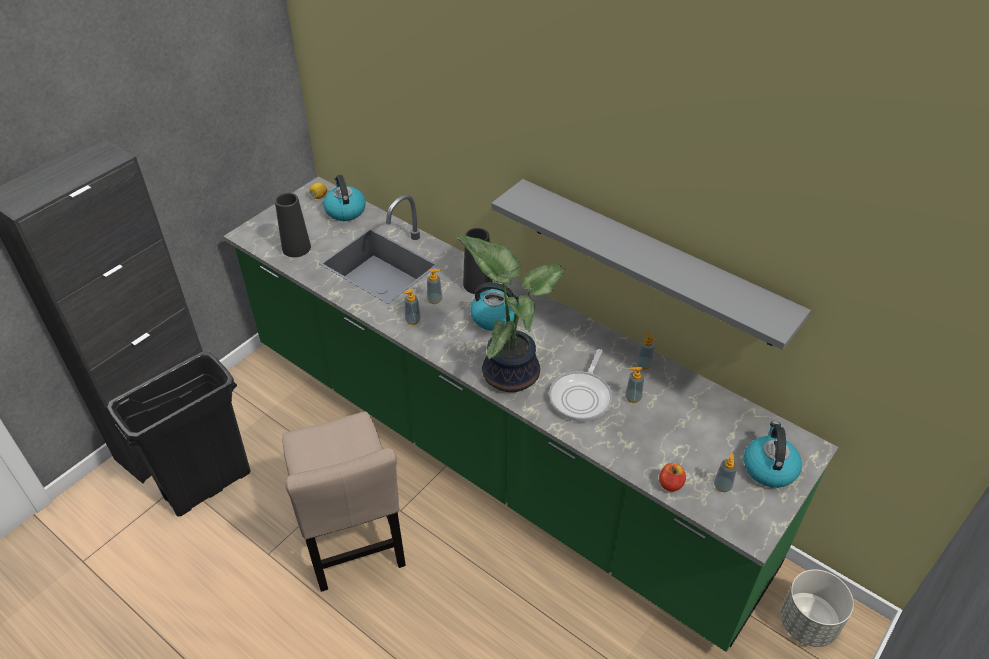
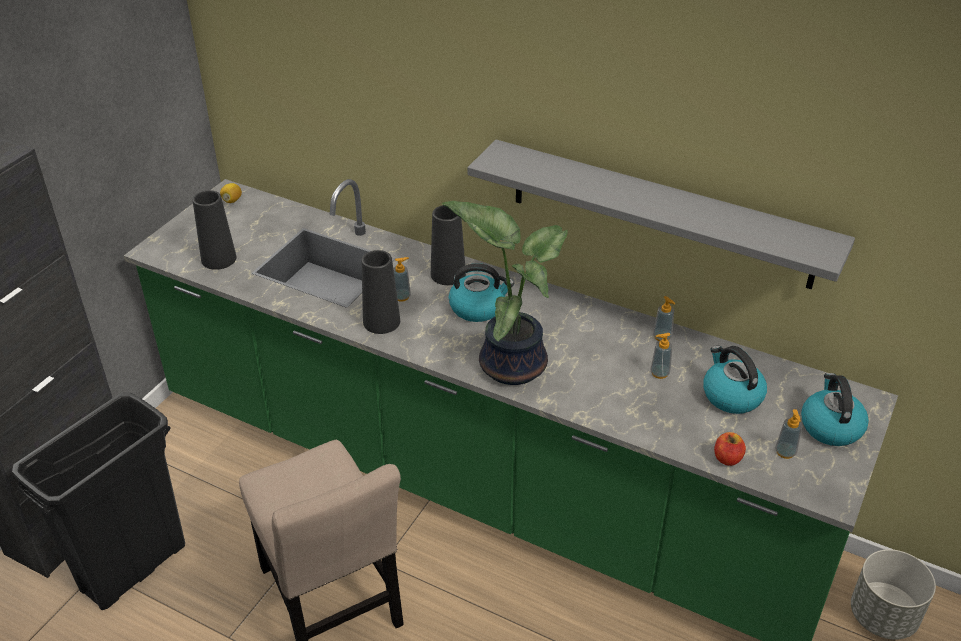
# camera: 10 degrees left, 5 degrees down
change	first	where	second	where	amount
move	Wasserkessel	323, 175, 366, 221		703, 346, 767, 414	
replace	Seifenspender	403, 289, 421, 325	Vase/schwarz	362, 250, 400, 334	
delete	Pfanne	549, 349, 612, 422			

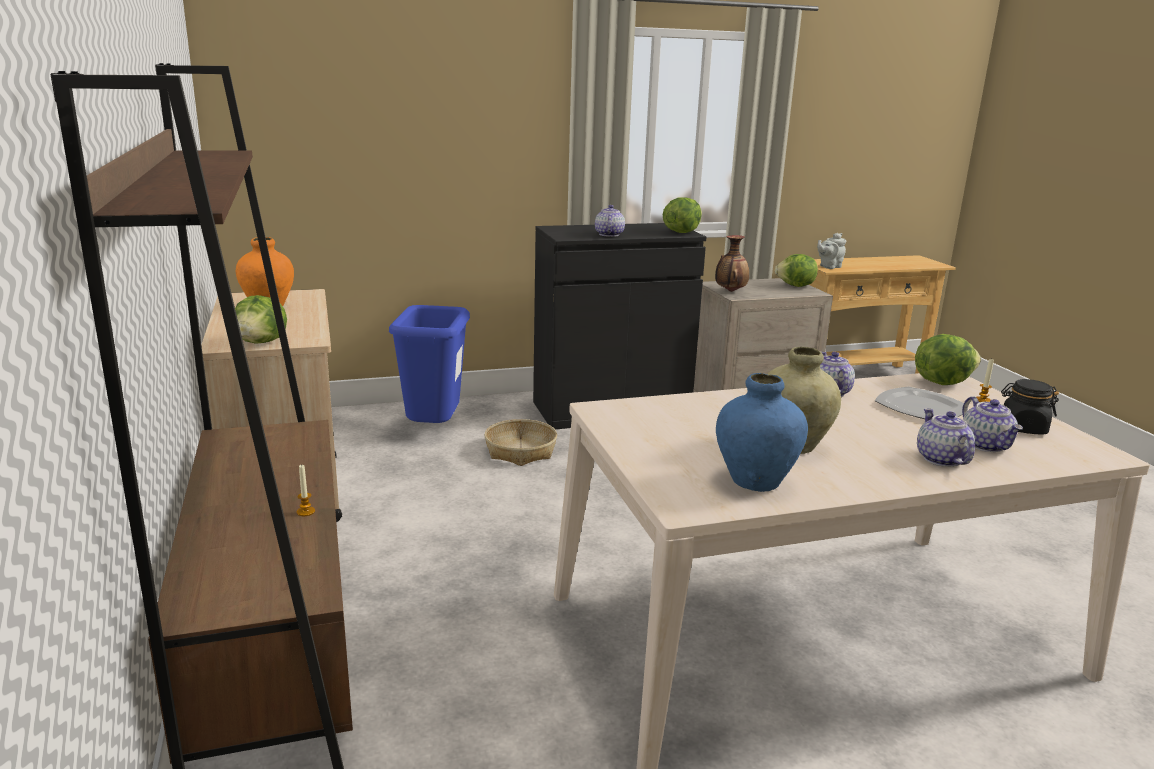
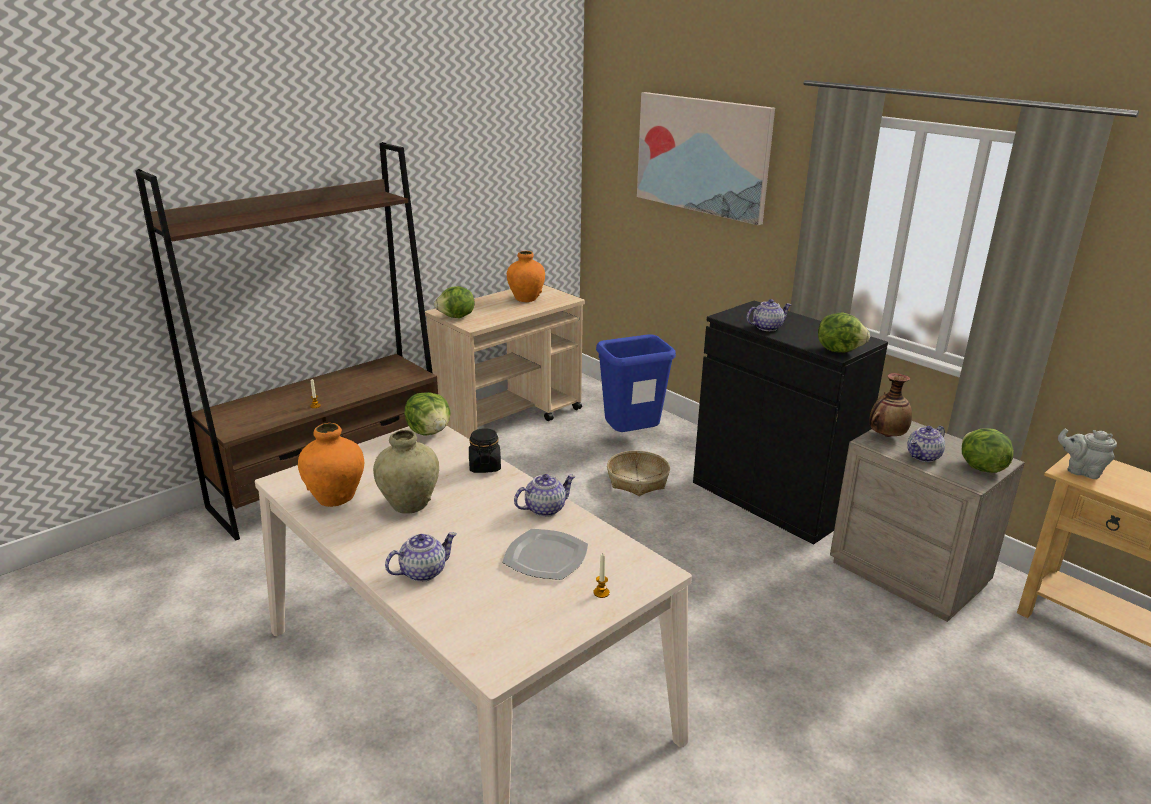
# camera: 65 degrees right, 5 degrees up
change	first	where	second	where	amount
recolor	Vase/blau	716, 373, 808, 492	Vase/orange	298, 423, 364, 507	
move	Salatkopf	915, 334, 981, 385		405, 392, 450, 436	
move	Teekanne	962, 396, 1023, 452		907, 426, 945, 462	
move	Vorratsglas/schwarz	1001, 379, 1059, 435		469, 428, 501, 473	
insert			Bild	637, 92, 775, 225	

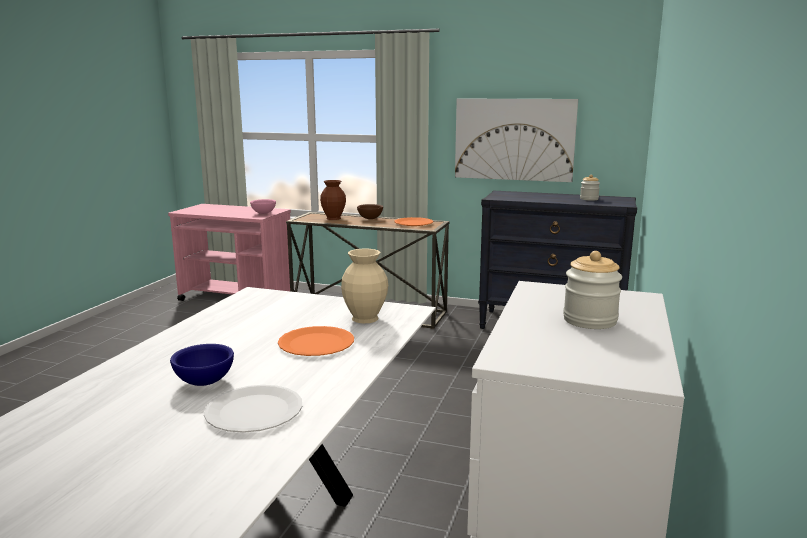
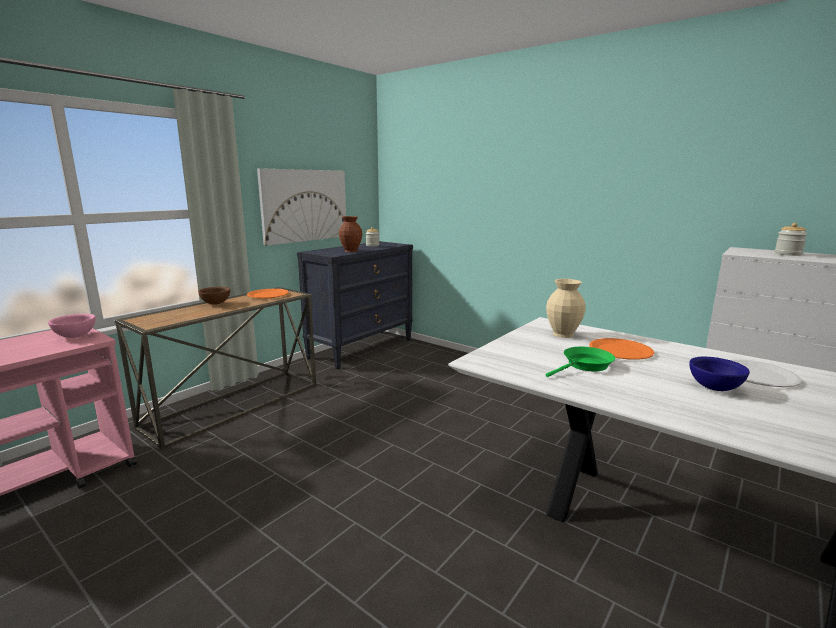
# camera: 70 degrees left, 0 degrees up
change	first	where	second	where	amount
move	Vase/braun	320, 180, 346, 220		339, 216, 362, 252	
insert			Pfanne/grün	546, 347, 615, 377	

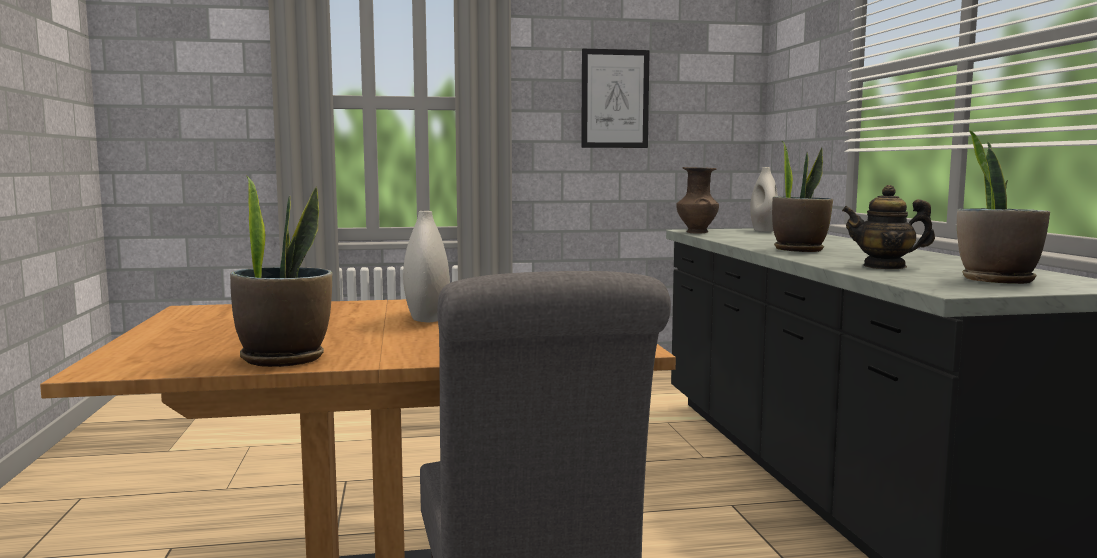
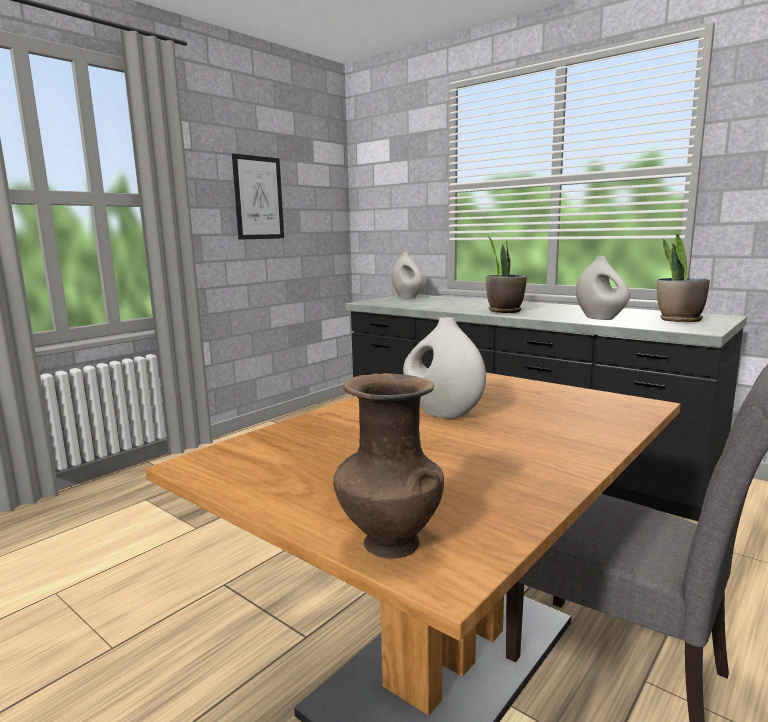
# camera: 40 degrees left, 5 degrees up
change	first	where	second	where	amount
delete	Topfpflanze	230, 175, 332, 367			
move	Vase/braun	676, 167, 719, 234		333, 373, 444, 559	
replace	Teekanne	842, 185, 935, 269	Vase/weiß	576, 256, 630, 320	

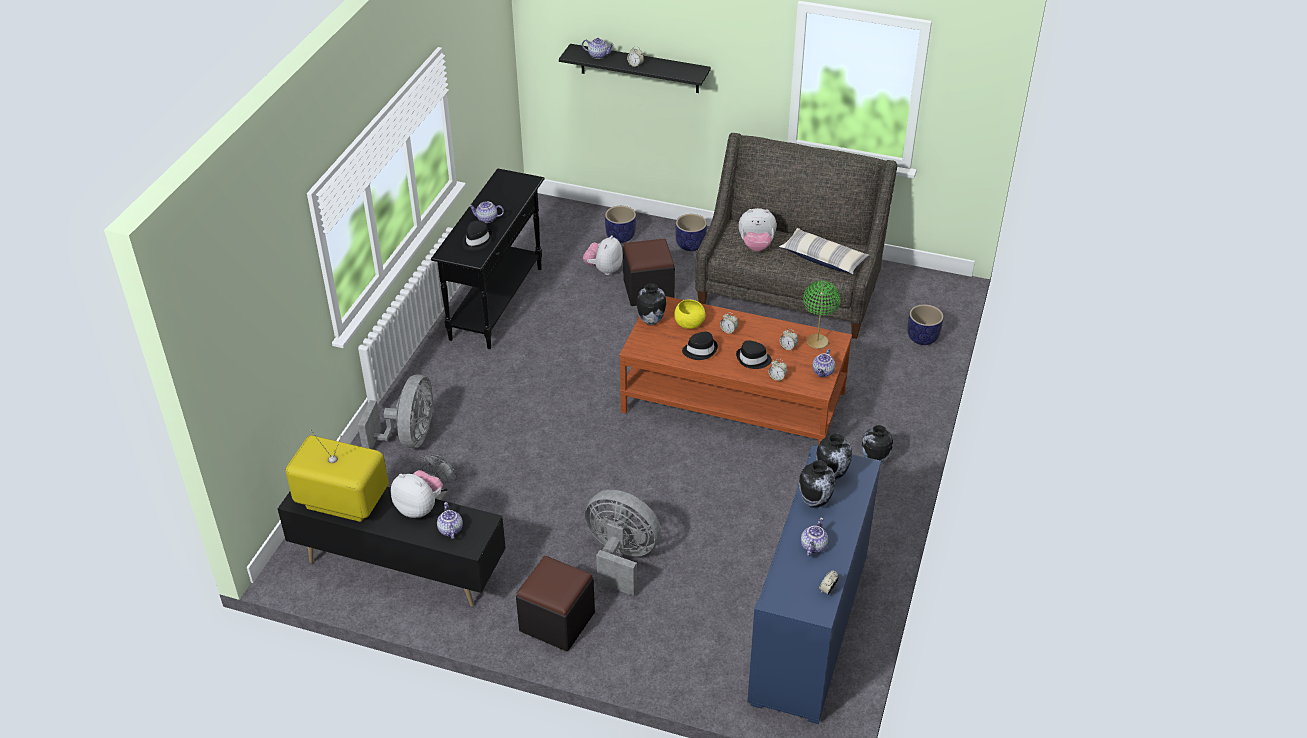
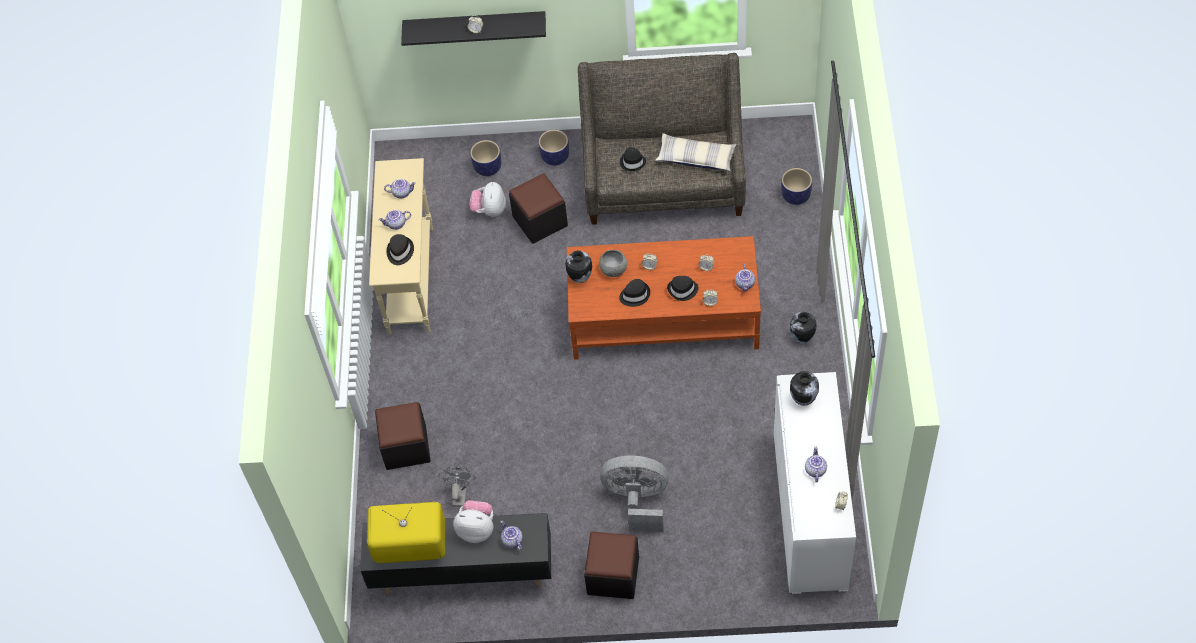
# camera: 15 degrees left, 15 degrees up
change	first	where	second	where	amount
replace	Ventilator/grau	358, 375, 434, 449	Polsterhocker/schwarz	375, 402, 431, 470	
recolor	Konsolentisch/schwarz	431, 168, 545, 349	Konsolentisch/beige	369, 158, 433, 335	
move	Teekanne	582, 38, 614, 59		384, 179, 416, 198	
recolor	Schüssel/gelb	674, 299, 706, 329	Schüssel/grau	599, 250, 627, 277	
replace	Plüschtier	738, 208, 777, 251	Hut/schwarz	620, 147, 646, 171	
recolor	Schrank/blau	747, 445, 881, 724	Schrank/weiß	774, 372, 856, 594	
delete	Vase	799, 460, 836, 508			
delete	Tischlampe/grün	803, 280, 841, 349			

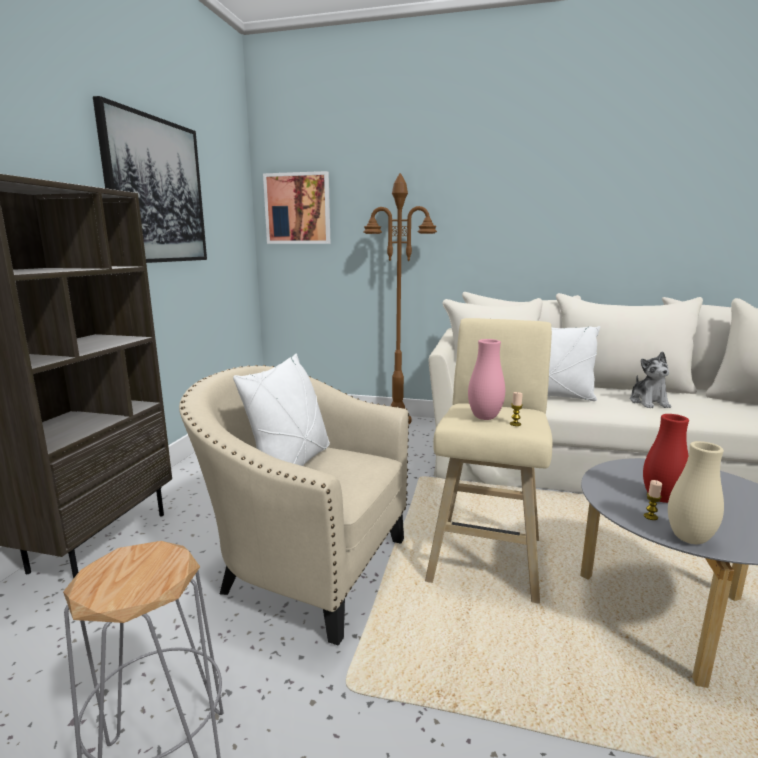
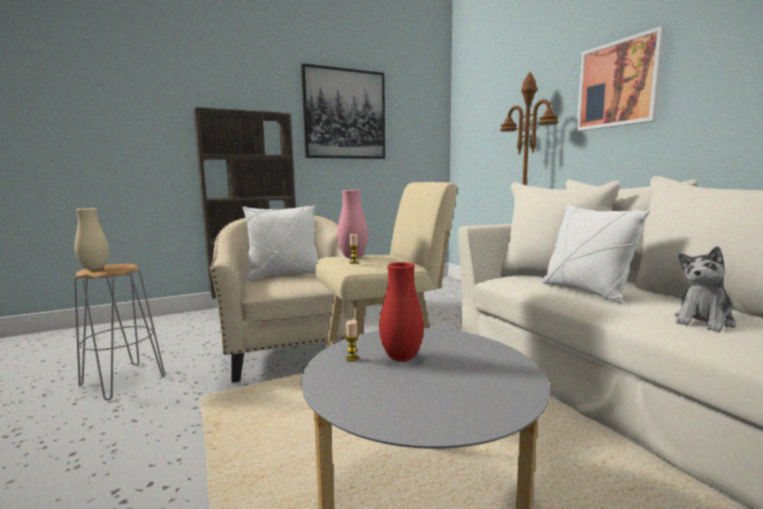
# camera: 50 degrees right, 5 degrees down
change	first	where	second	where	amount
move	Bild	263, 171, 330, 244		576, 26, 666, 131	
move	Vase/beige	668, 441, 724, 544		75, 208, 109, 270	

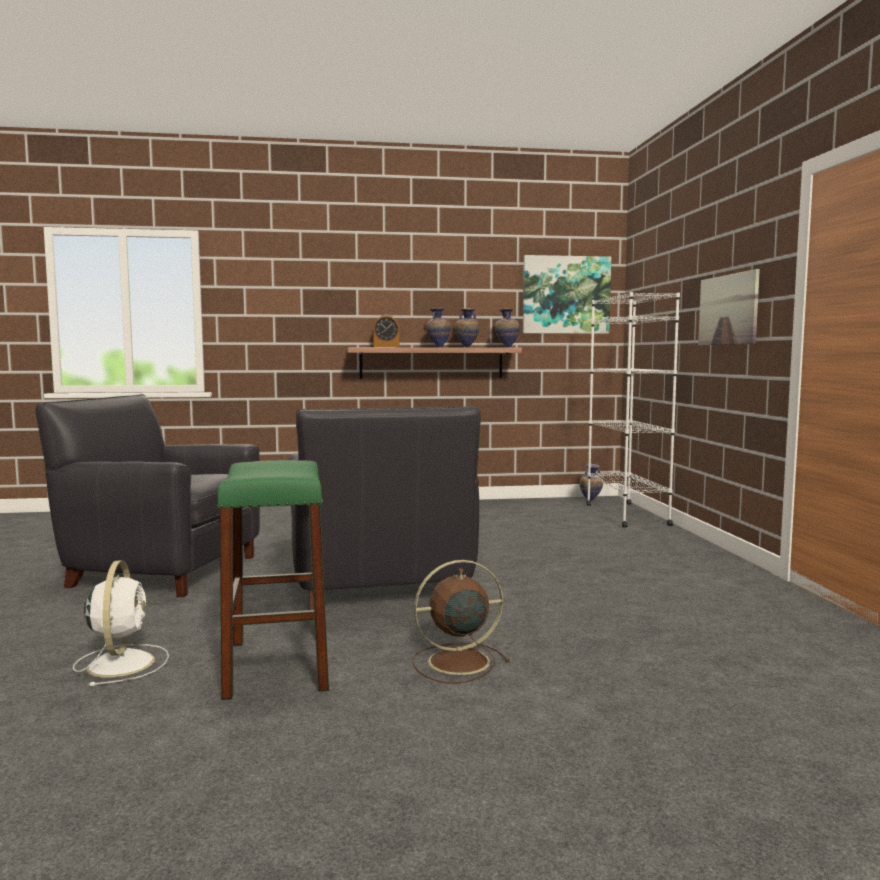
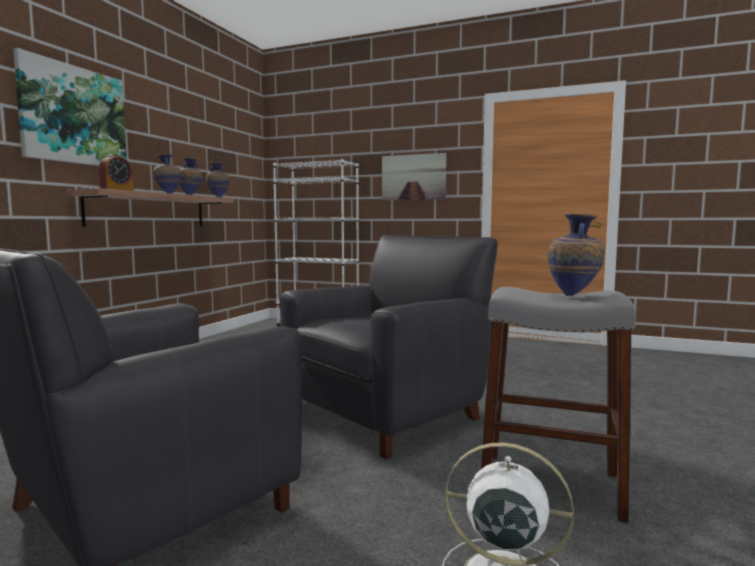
# camera: 60 degrees left, 0 degrees up
change	first	where	second	where	amount
recolor	Hocker/grün	217, 460, 329, 700	Hocker/grau	481, 287, 636, 524	
rotate	Sessel/schwarz	288, 406, 481, 610		280, 235, 498, 459	60 degrees counterclockwise
delete	Ventilator/braun	412, 560, 510, 684			
move	Bild	523, 255, 611, 334		13, 48, 127, 166	
move	Vase	580, 464, 603, 501		548, 213, 605, 296	

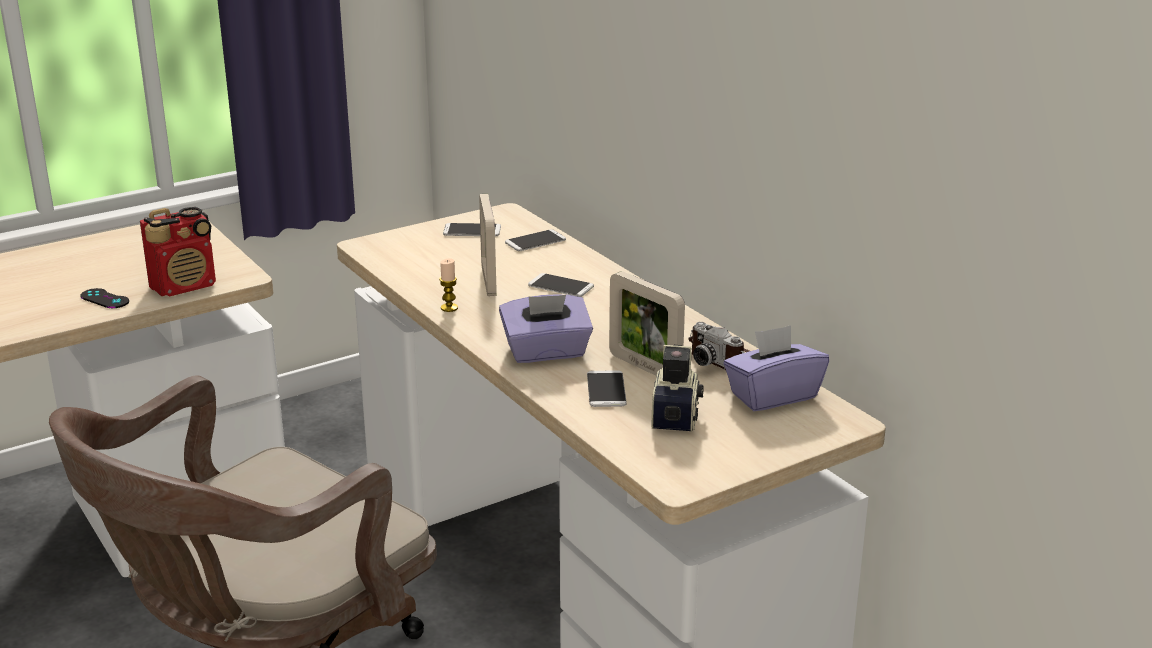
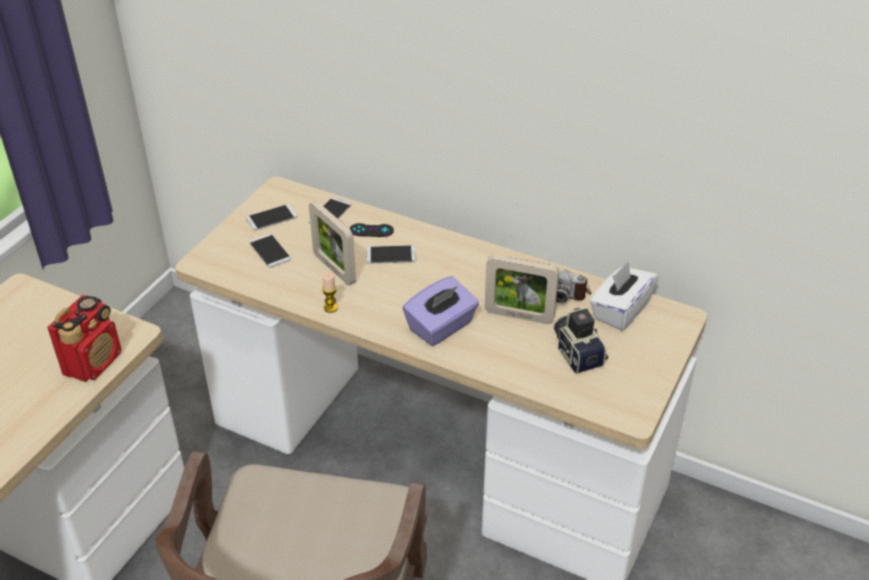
# camera: 30 degrees left, 15 degrees up
change	first	where	second	where	amount
move	Gamepad/schwarz	80, 288, 129, 308		350, 223, 394, 237	
move	Handy	587, 370, 626, 407		249, 234, 291, 268	
recolor	Taschentuchbox/lila	724, 325, 829, 411	Taschentuchbox/weiß	590, 261, 658, 331	

